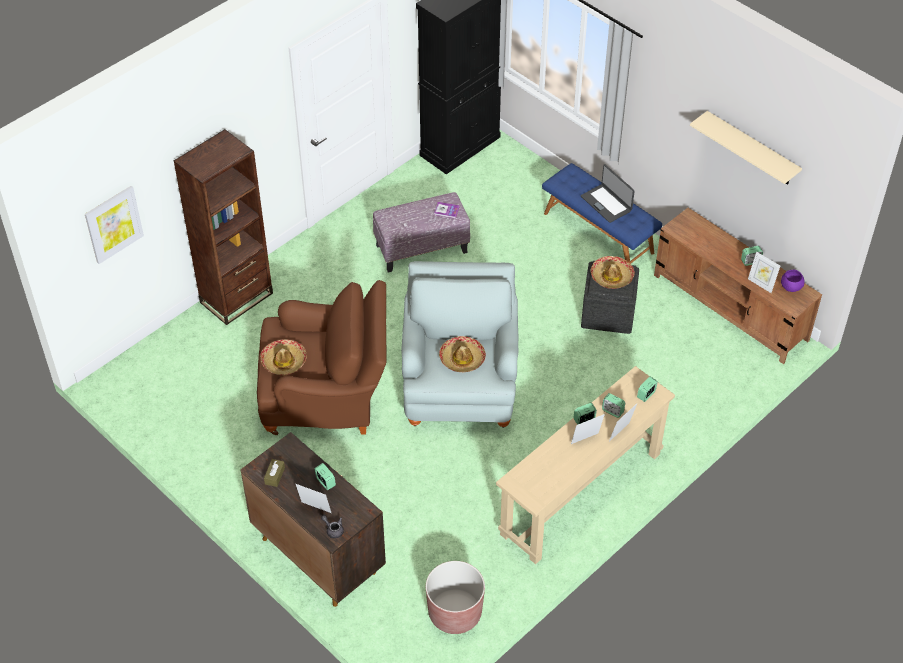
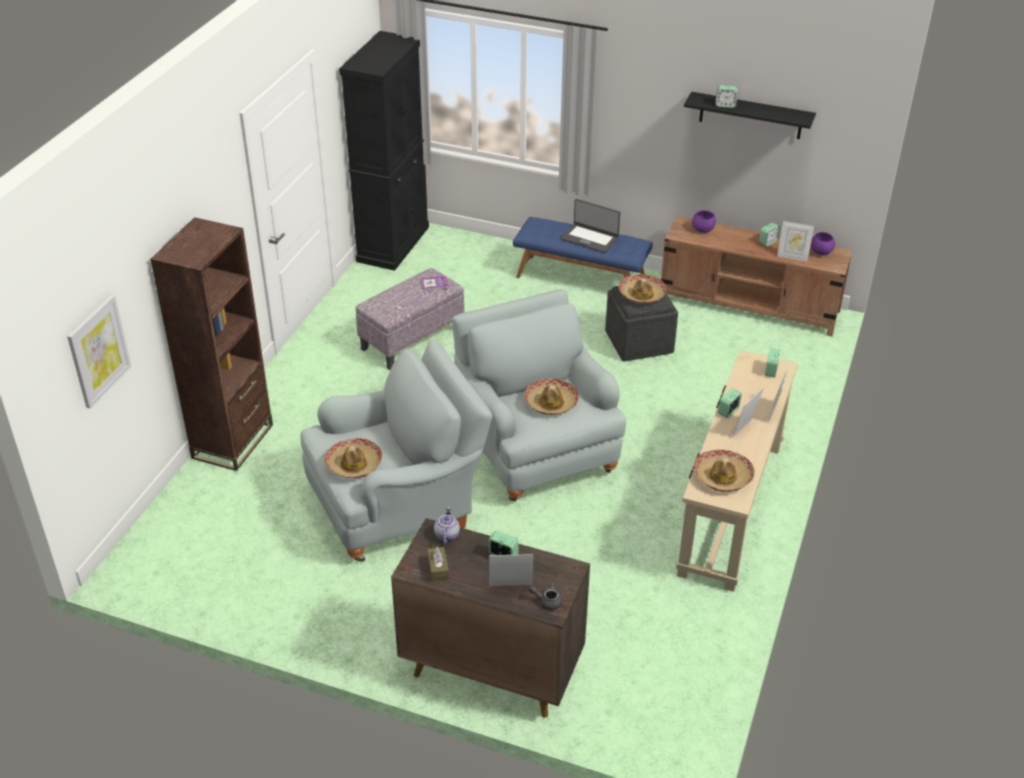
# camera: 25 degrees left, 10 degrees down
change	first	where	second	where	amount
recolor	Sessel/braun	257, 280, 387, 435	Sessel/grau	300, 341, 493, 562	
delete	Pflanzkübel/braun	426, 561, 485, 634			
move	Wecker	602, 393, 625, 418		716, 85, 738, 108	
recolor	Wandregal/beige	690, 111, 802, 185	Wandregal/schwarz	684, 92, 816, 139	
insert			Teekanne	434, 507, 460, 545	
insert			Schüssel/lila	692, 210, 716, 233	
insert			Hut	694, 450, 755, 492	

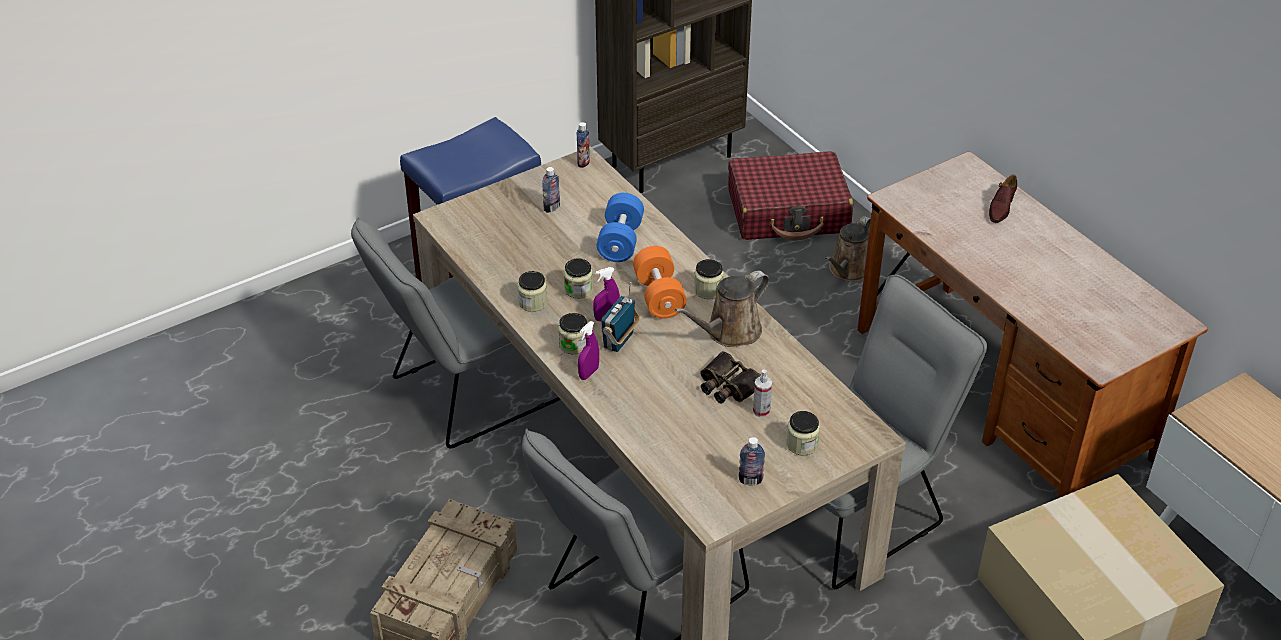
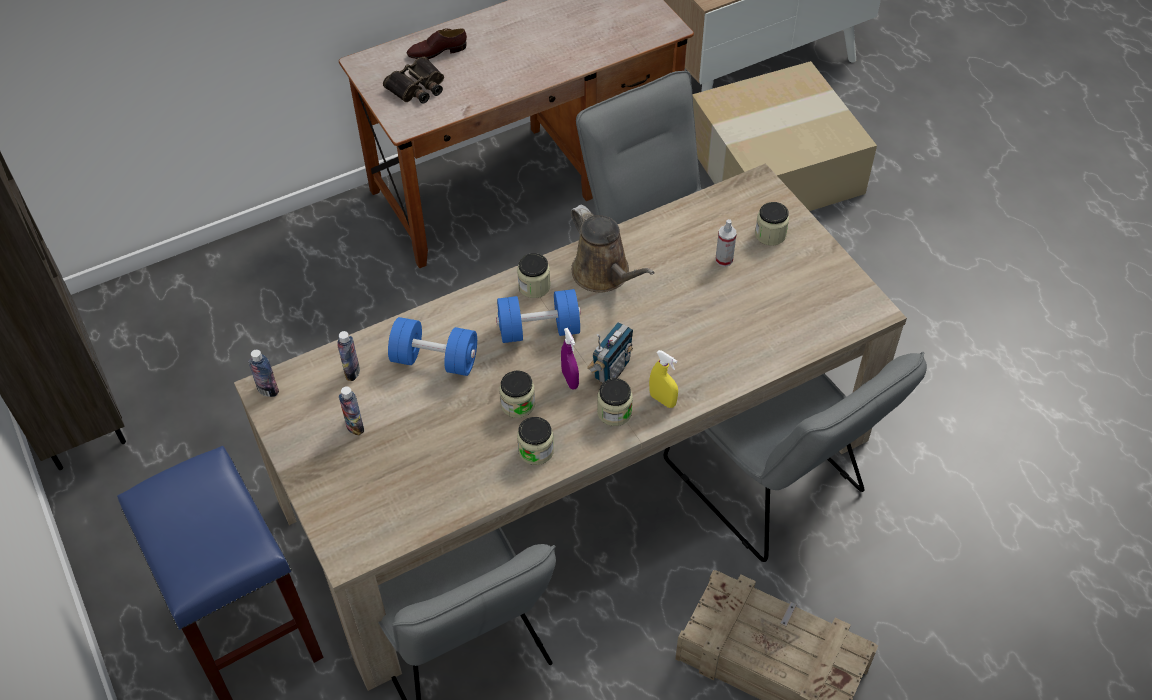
# camera: 85 degrees left, 10 degrees up
change	first	where	second	where	amount
recolor	Sprühflasche/lila	578, 321, 599, 380	Sprühflasche/gelb	649, 350, 678, 408	
rotate	Radio	601, 282, 640, 352		587, 322, 633, 383	90 degrees counterclockwise
recolor	Hantel/orange	633, 246, 687, 319	Hantel/blau	496, 289, 581, 343	
move	Fernglas	700, 351, 761, 404		383, 57, 444, 104	
delete	Koffer/rot	728, 151, 854, 241			
move	Flasche	738, 437, 765, 485		337, 331, 360, 381	
delete	Gießkanne/braun	825, 216, 871, 282			
rotate	Schuh/braun	989, 175, 1017, 223		407, 28, 467, 59	135 degrees clockwise

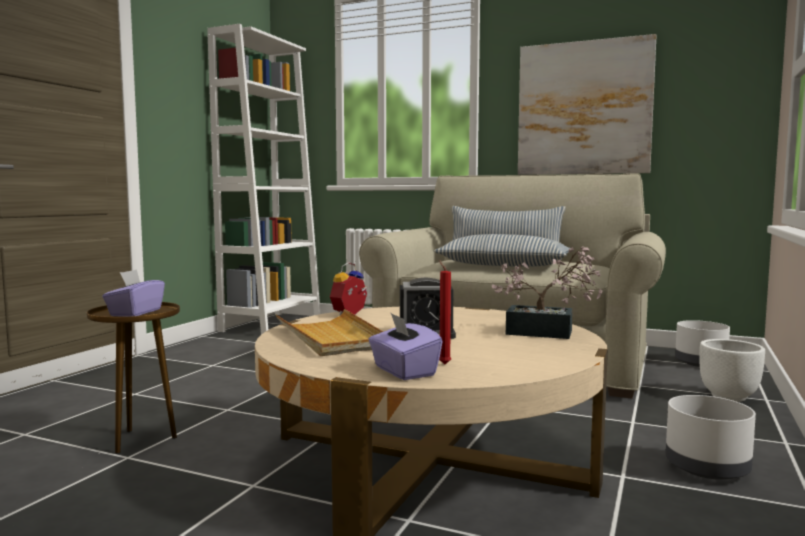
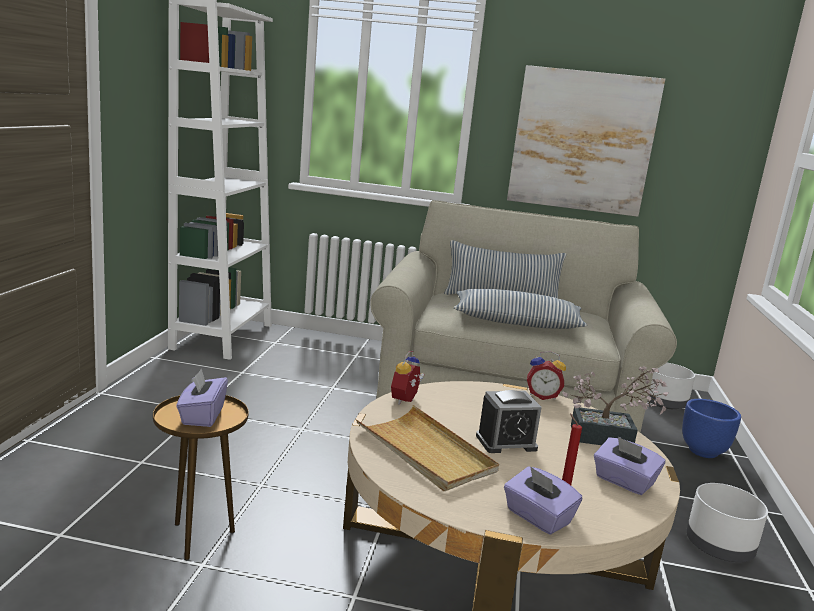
# camera: 15 degrees left, 10 degrees up
change	first	where	second	where	amount
recolor	Pflanzkübel/weiß	699, 339, 765, 402	Pflanzkübel/blau	682, 399, 741, 458	
insert			Wecker	527, 351, 566, 400	
insert			Taschentuchbox/lila	594, 437, 666, 495	

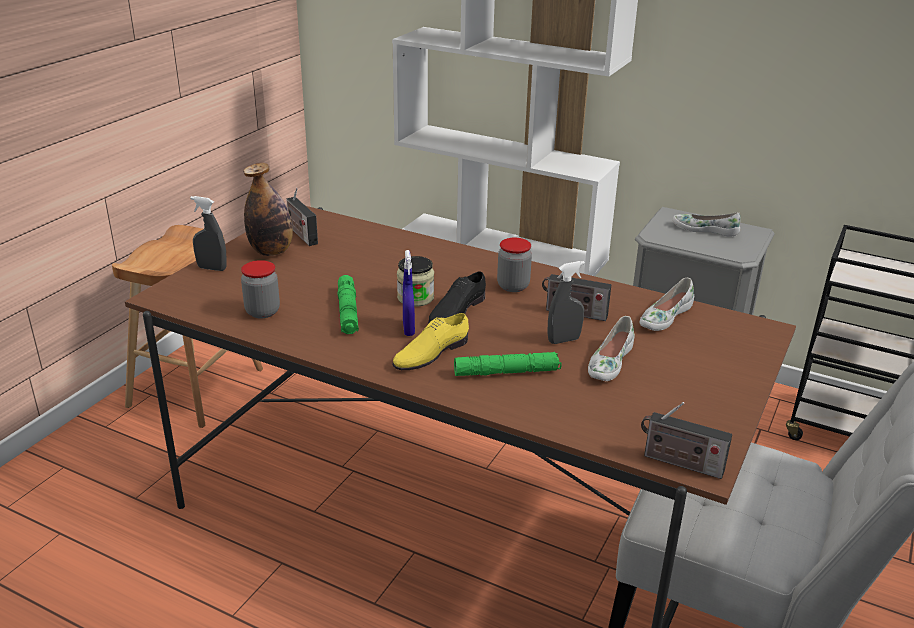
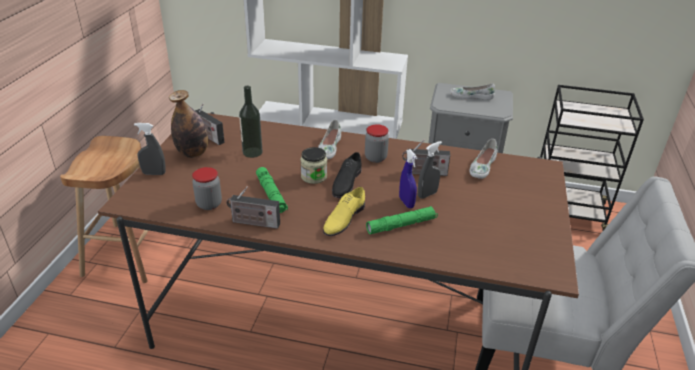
# camera: 15 degrees left, 5 degrees up
change	first	where	second	where	amount
move	Sprühflasche/blau	403, 250, 415, 336		399, 149, 418, 208	
move	Schuh/weiß	588, 316, 635, 381		318, 120, 341, 159	
move	Radio	641, 402, 732, 479		226, 187, 280, 229	
insert			Flasche	239, 86, 262, 158	

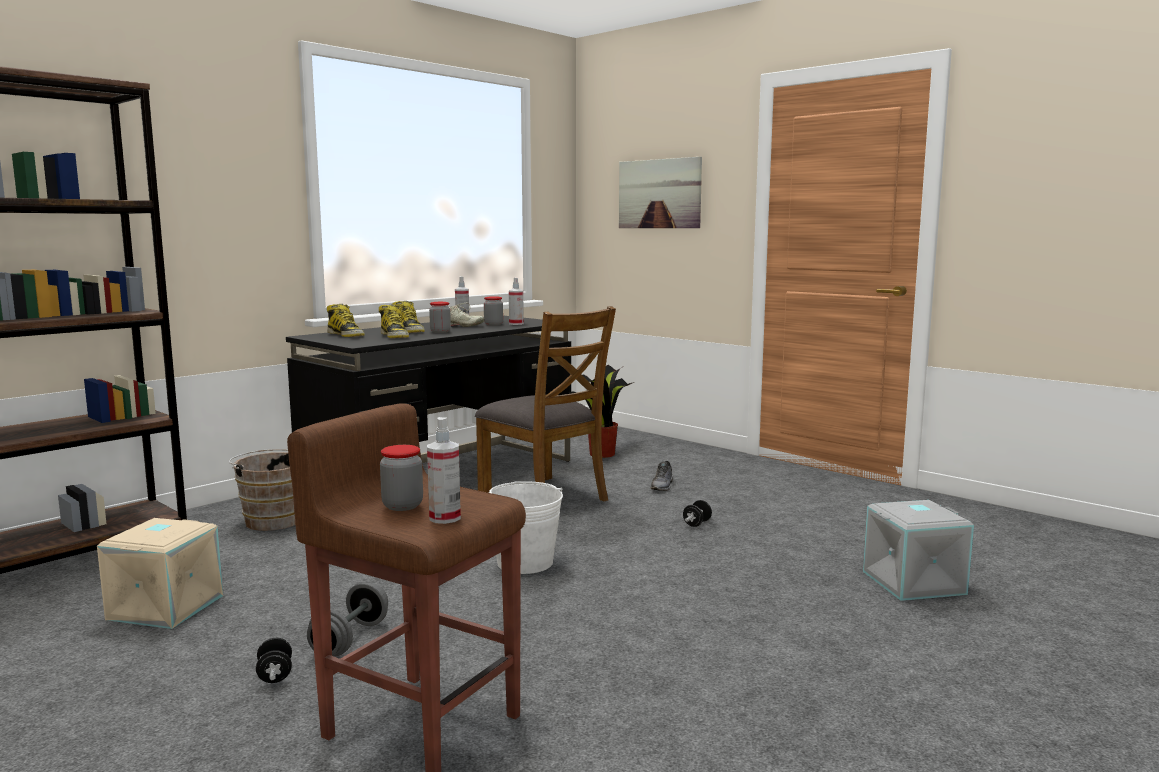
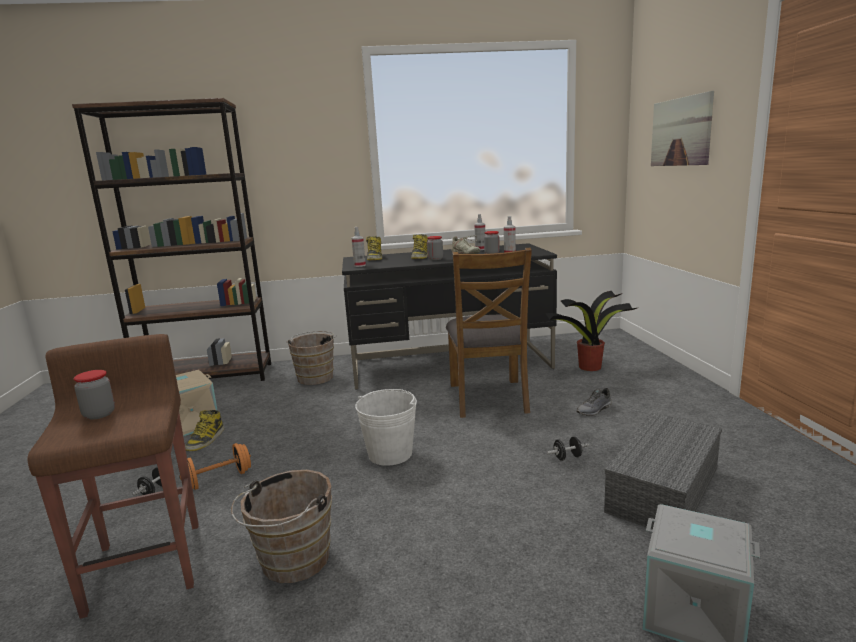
# camera: 40 degrees right, 5 degrees up
change	first	where	second	where	amount
recolor	Hantel/grau	307, 582, 388, 656	Hantel/orange	179, 443, 251, 490	
move	Stiefel	379, 304, 409, 338		185, 410, 224, 451	
move	Sprühflasche	427, 417, 461, 524		352, 227, 366, 267	
insert			Eimer/braun	231, 470, 332, 583	
insert			Aufbewahrungsbox/grau	604, 413, 722, 529	

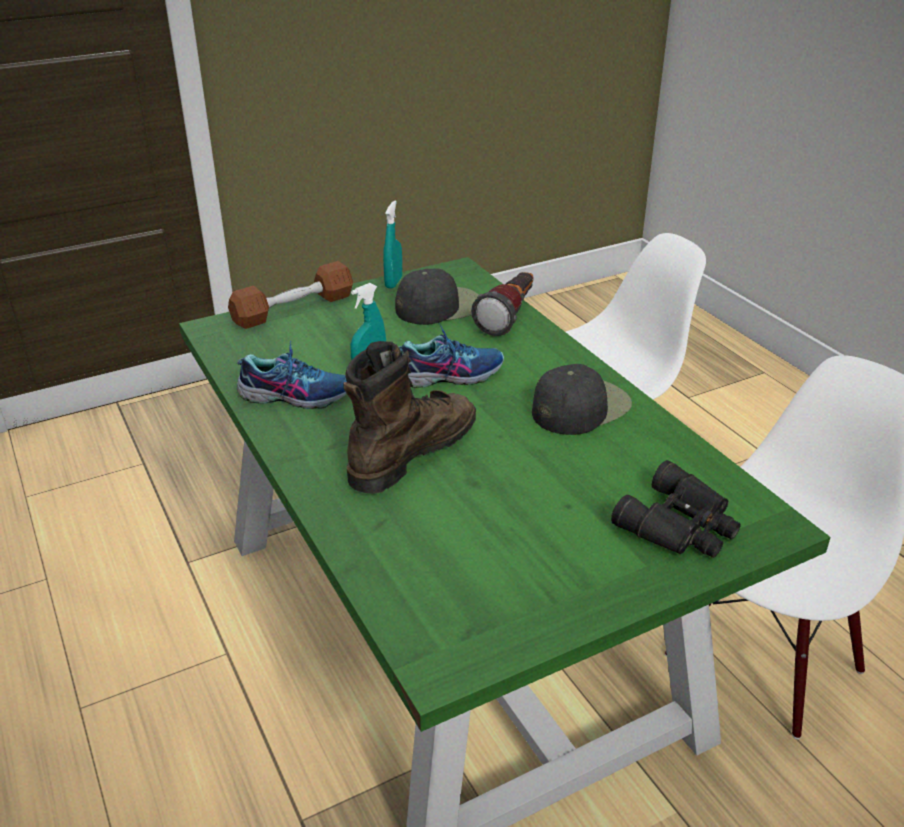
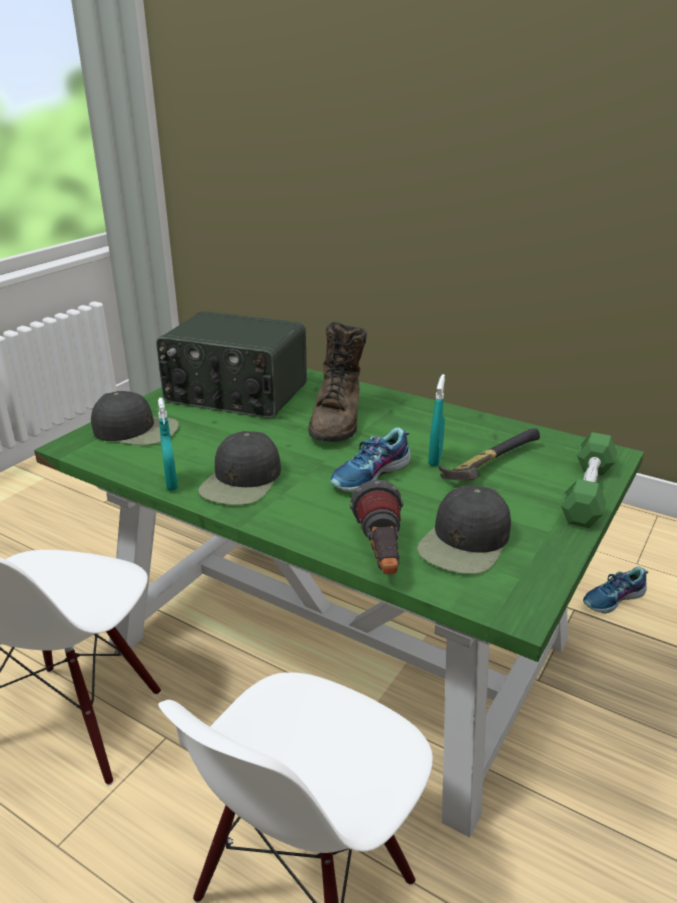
# camera: 150 degrees right, 5 degrees down
change	first	where	second	where	amount
recolor	Hantel/braun	228, 261, 353, 329	Hantel/grün	561, 432, 617, 528	
move	Schuh	237, 341, 347, 409		583, 567, 648, 614	
move	Sprühflasche/türkis	383, 200, 402, 289		158, 398, 178, 491	
replace	Fernglas/schwarz	611, 460, 741, 558	Kappe/schwarz	91, 391, 179, 445	
insert			Radio	156, 311, 307, 418	
insert			Hammer	438, 428, 540, 481	

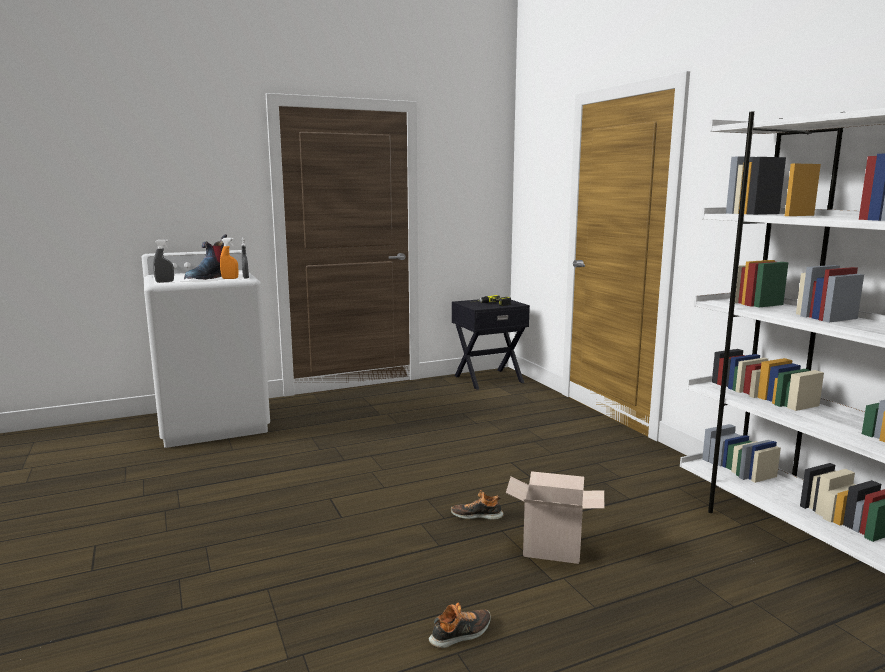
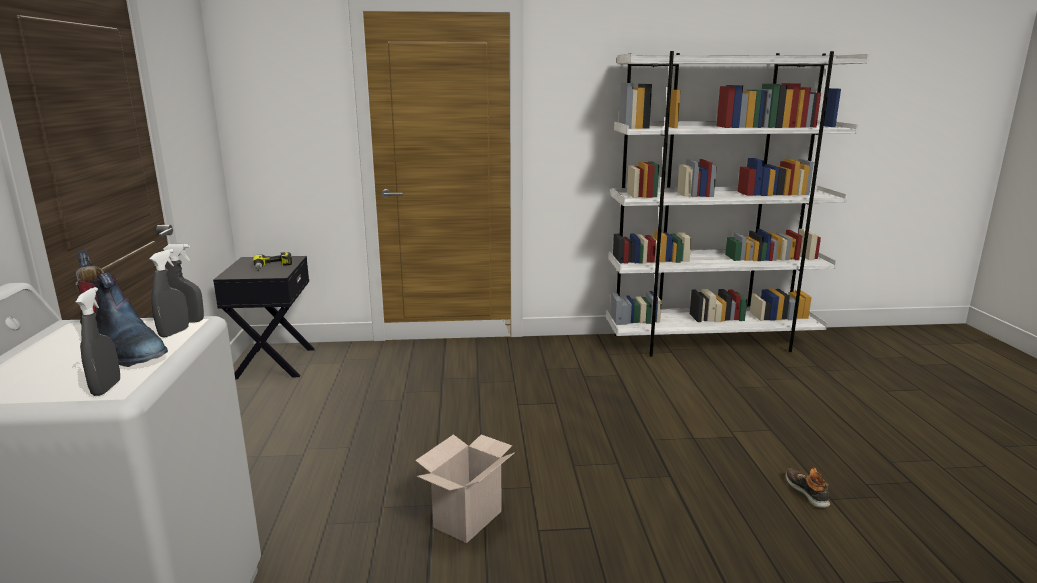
# camera: 70 degrees left, 5 degrees up
change	first	where	second	where	amount
recolor	Sprühflasche/orange	220, 238, 239, 279	Sprühflasche/grau	150, 249, 189, 337	
delete	Schuh	451, 490, 504, 520			
move	Karton	506, 471, 604, 564		415, 434, 515, 543	

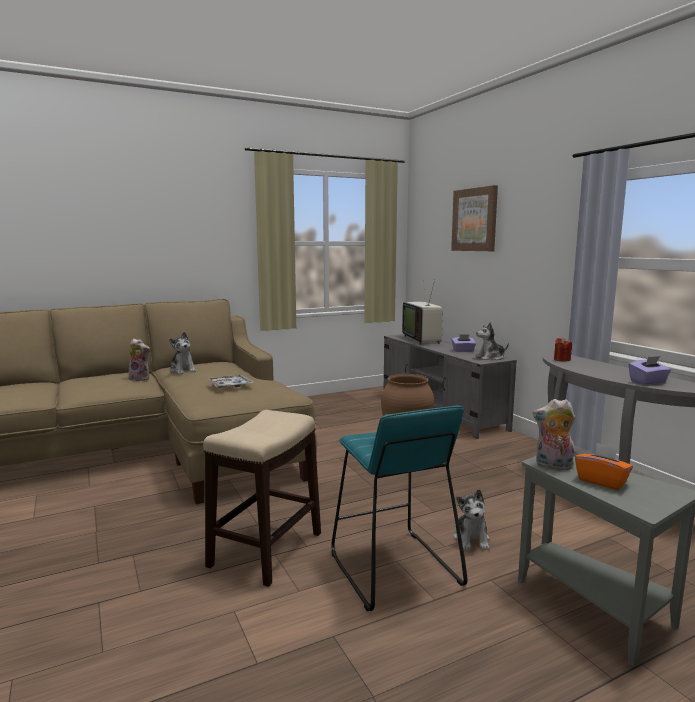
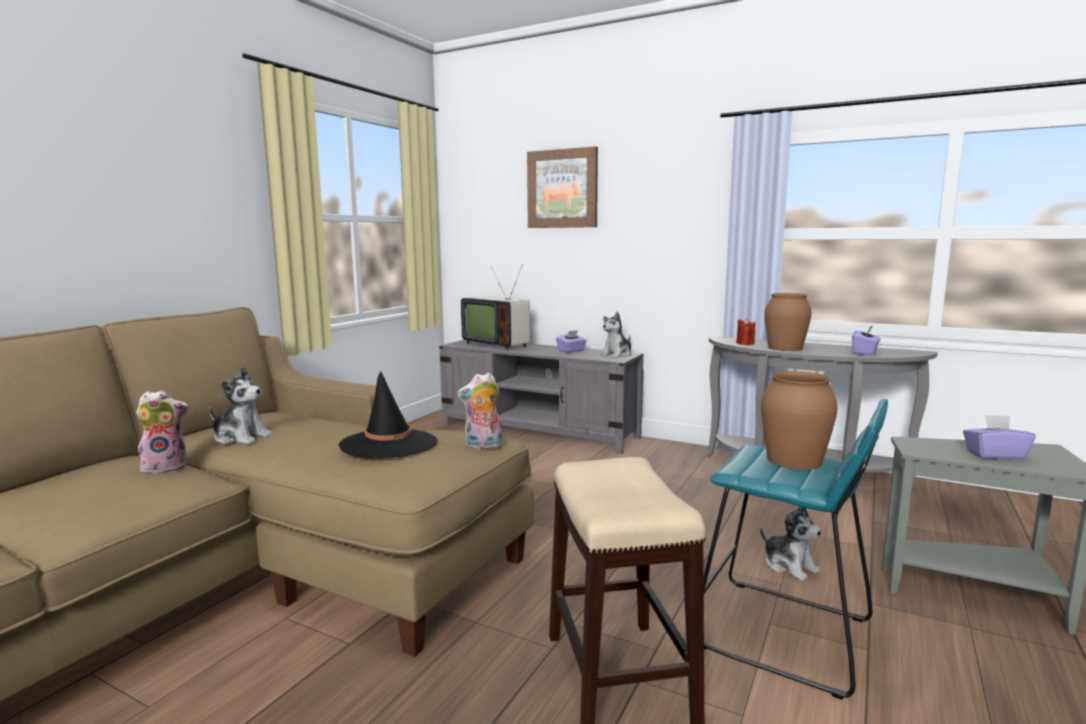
# camera: 35 degrees left, 0 degrees up
change	first	where	second	where	amount
replace	Tablett	207, 375, 254, 388	Hut/schwarz	339, 371, 438, 458	
move	Plüschtier	533, 399, 575, 470		457, 372, 503, 450	
recolor	Taschentuchbox/orange	575, 443, 633, 490	Taschentuchbox/lila	963, 415, 1036, 460	
insert			Vase/braun	764, 293, 812, 351	

